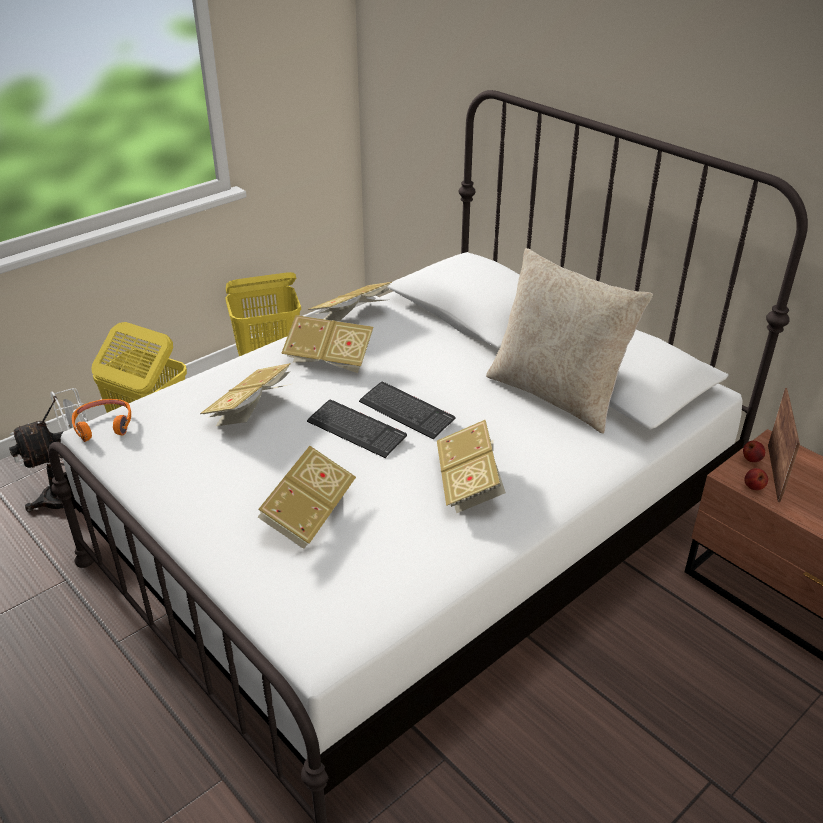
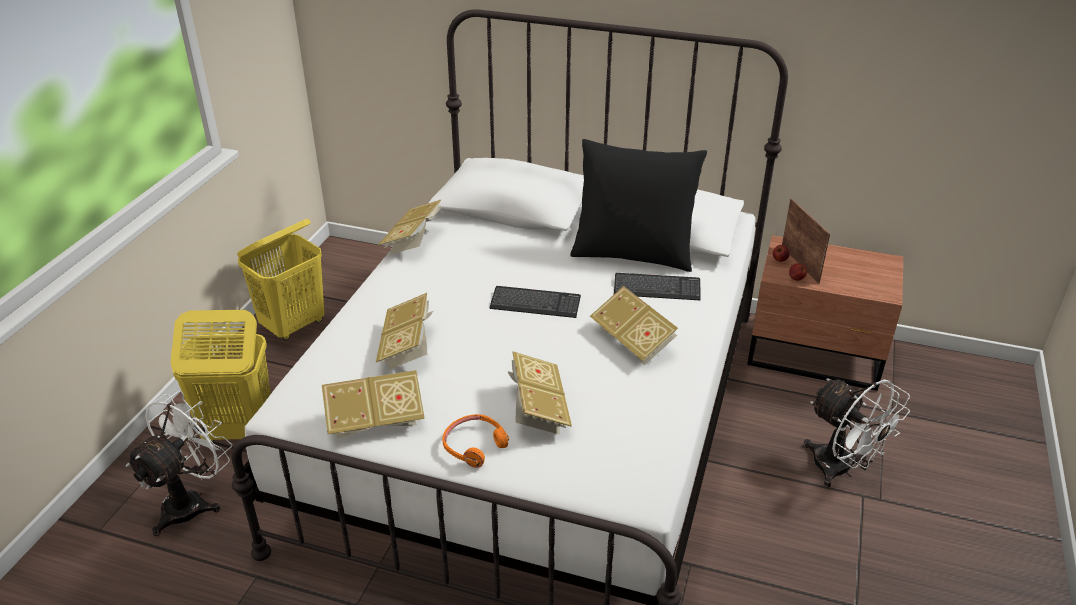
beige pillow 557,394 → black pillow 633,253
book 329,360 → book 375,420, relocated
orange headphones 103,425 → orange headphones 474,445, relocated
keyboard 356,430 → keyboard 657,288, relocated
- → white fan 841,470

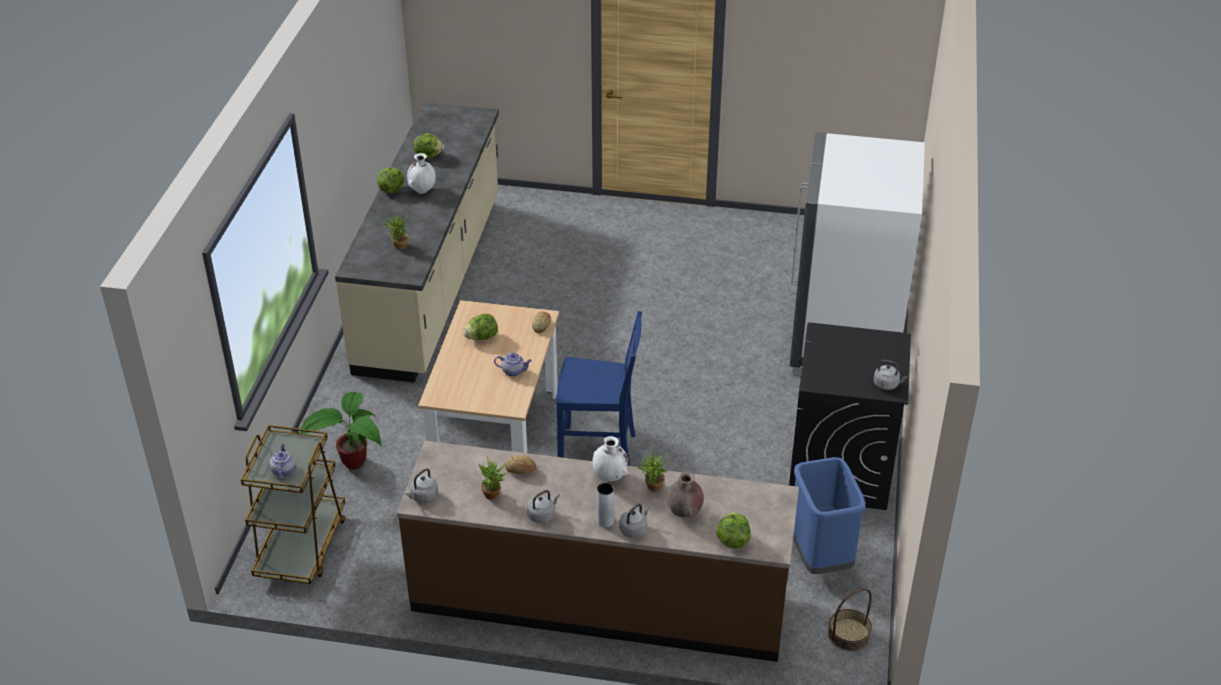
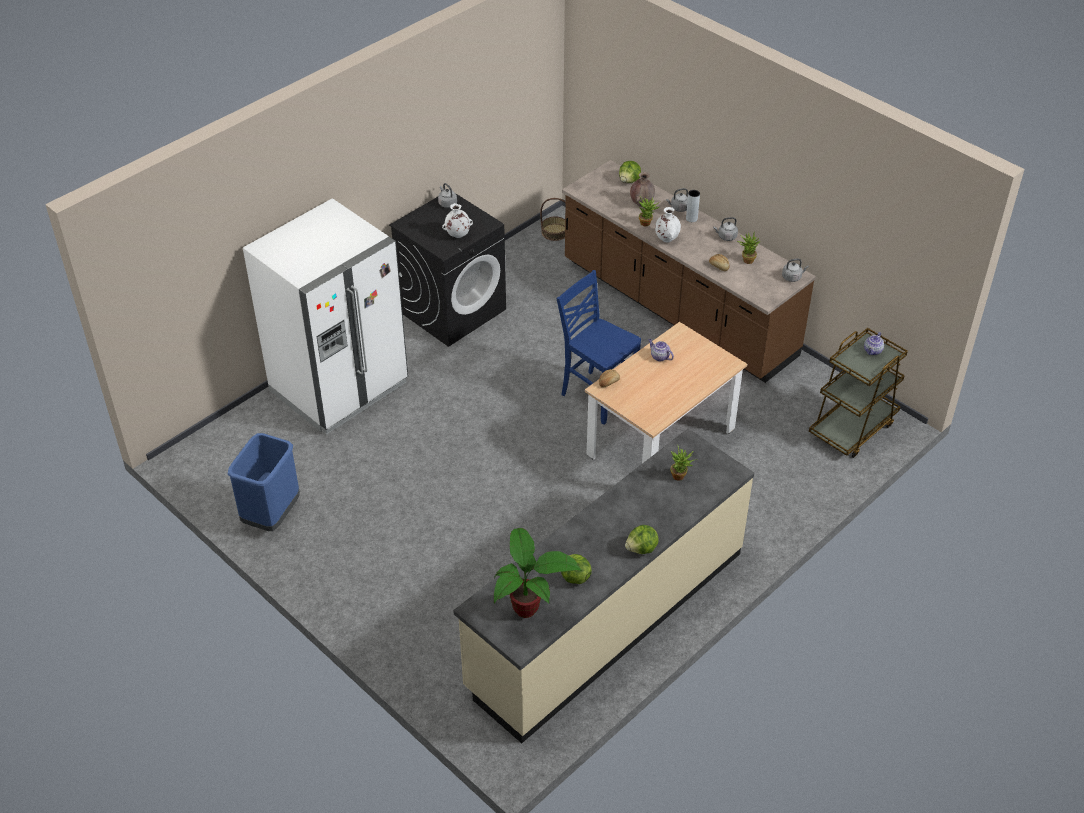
white vase 422,190 → white vase 458,235, relocated
lettuce 482,337 → -
potted plant 351,465 → potted plant 530,609, relocated
blue trash can 821,556 → blue trash can 271,514, relocated

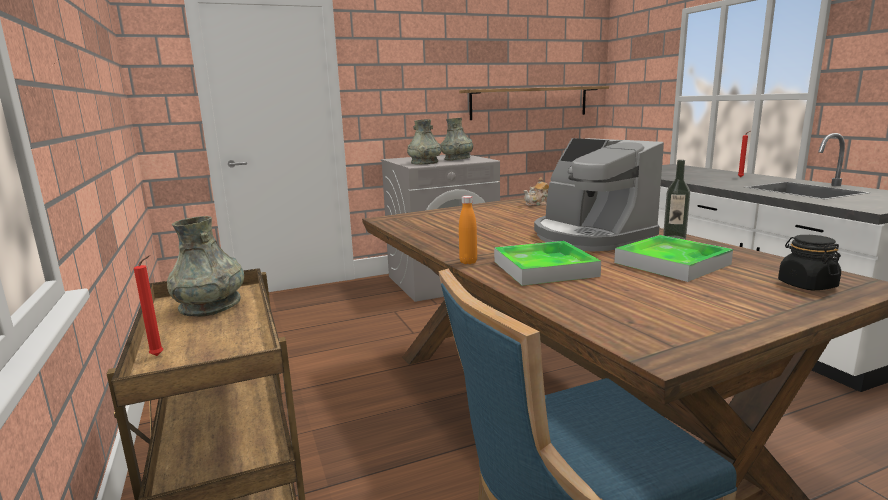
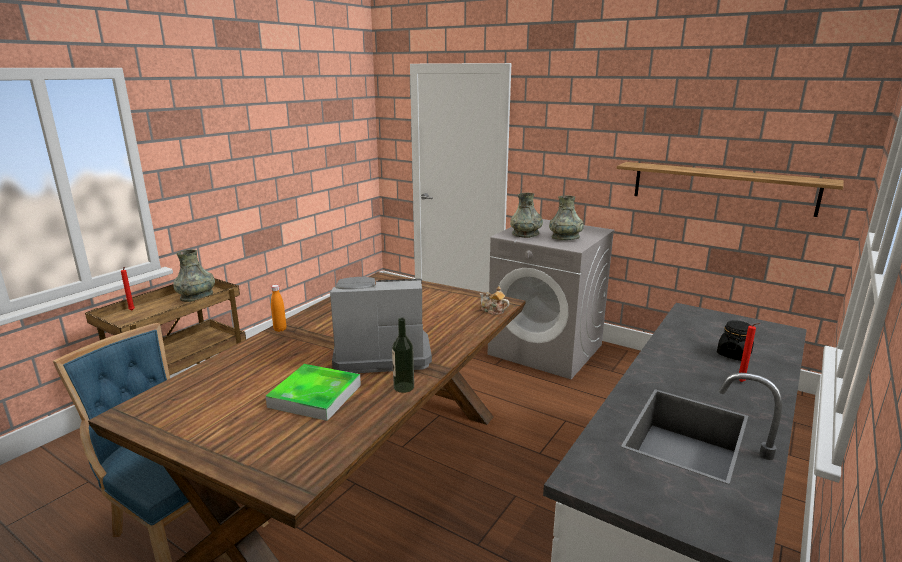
coffee machine 590,237 → coffee machine 381,353, 60 degrees clockwise
black jar 806,285 → black jar 733,354, relocated
tray 544,268 → -

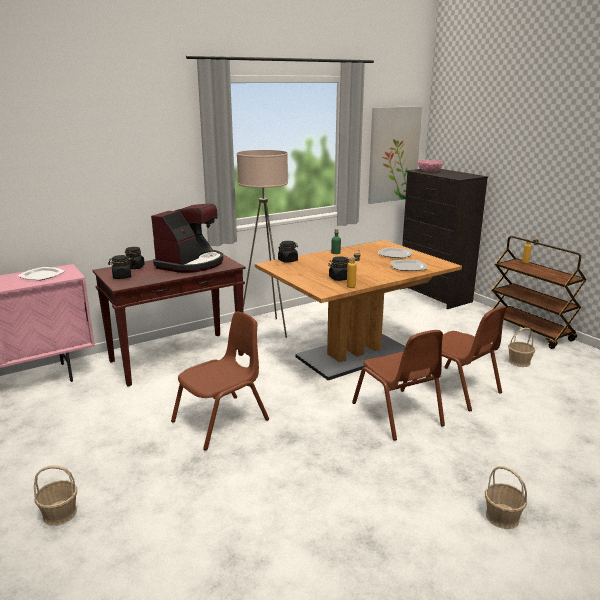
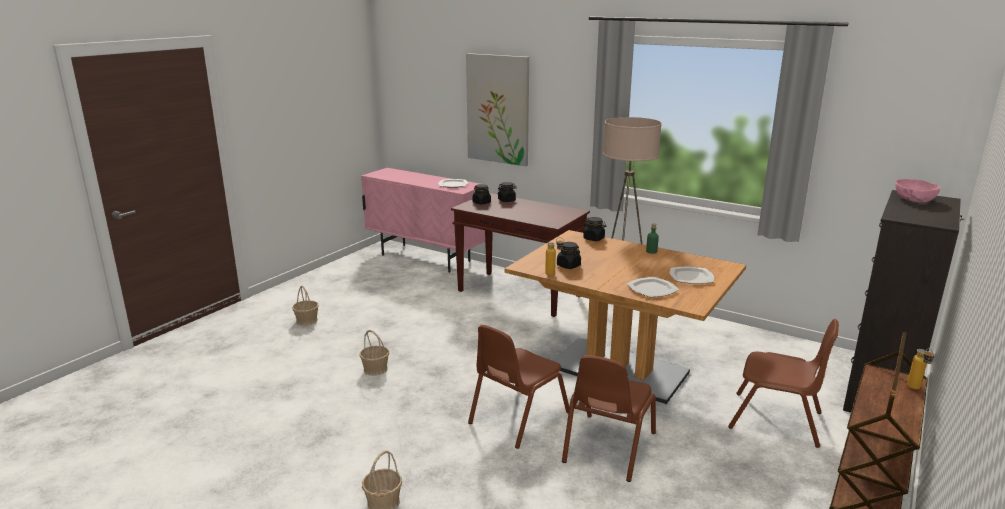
picture 393,154 → picture 498,109, relocated
coffee machine 191,263 → -
brown chair 221,421 → brown chair 776,420, relocated
basket 519,362 → basket 375,369, relocated

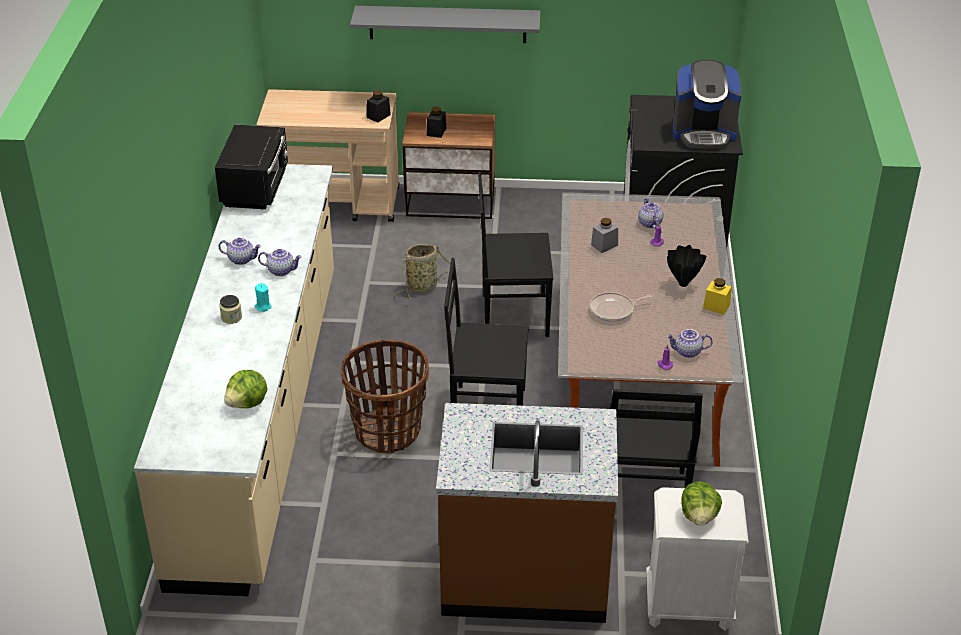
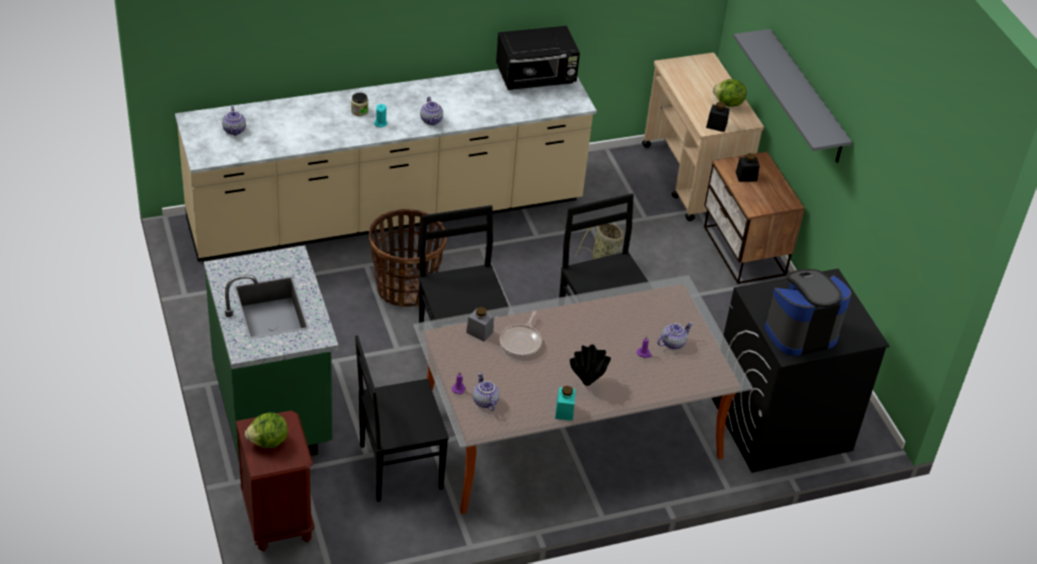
coffee machine 703,133 → coffee machine 800,332, 90 degrees clockwise
grey jar 604,245 → grey jar 479,332, relocated
teapot 242,259 → teapot 235,130, relocated
yellow jar 716,306 → turquoise jar 564,411
frying pan 614,310 → frying pan 521,342, 120 degrees counterclockwise
lettuce 248,403 → lettuce 728,103, relocated
brown counter 525,575 → green counter 275,409
white nightstand 687,606 → brown nightstand 277,519

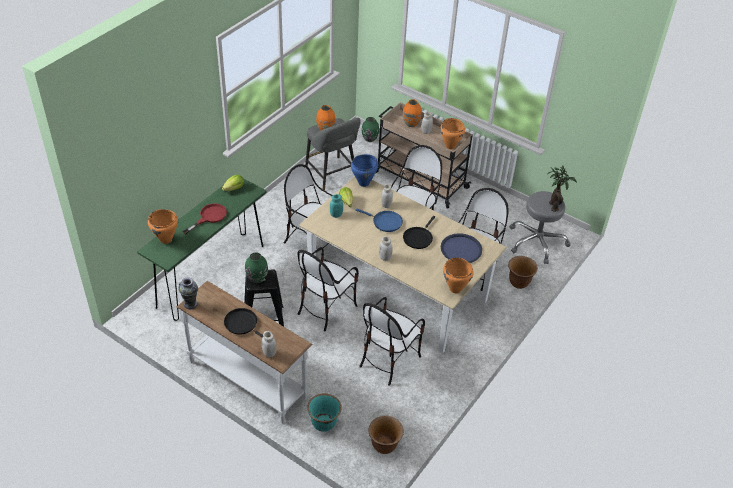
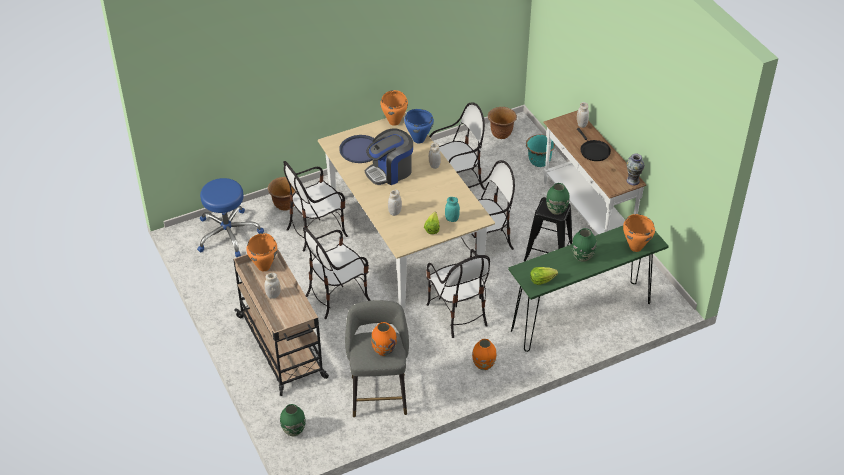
orange vase 411,124 → orange vase 484,365, relocated
blue cooking pot 364,183 → blue cooking pot 418,139, relocated
potted plant 554,205 → -
grey stool 536,241 → blue stool 228,234
red frying pan 209,217 → green vase 582,257
blue frying pan 385,222 → -
black frying pan 418,238 → coffee machine 390,171

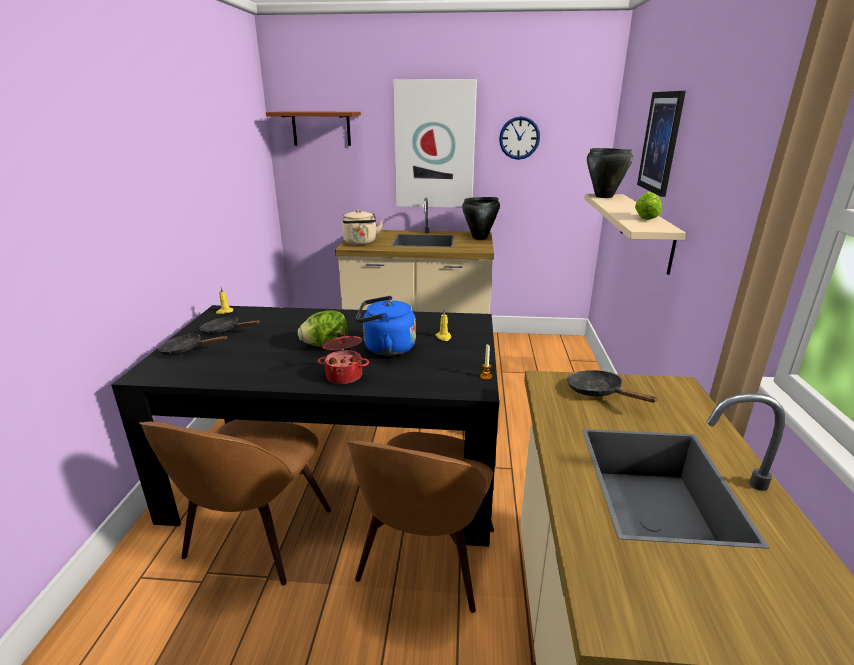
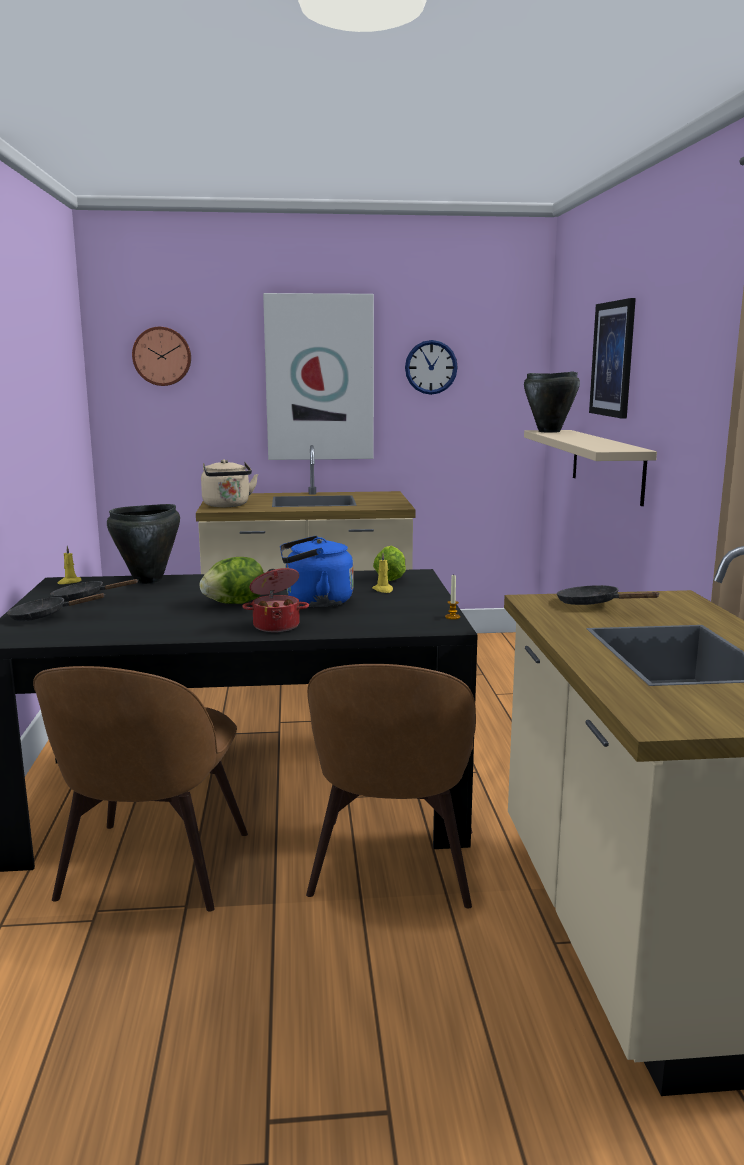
brown shelf 321,128 → wall clock 162,356
lettuce 645,217 → lettuce 390,577, relocated
black cooking pot 480,238 → black cooking pot 148,580, relocated

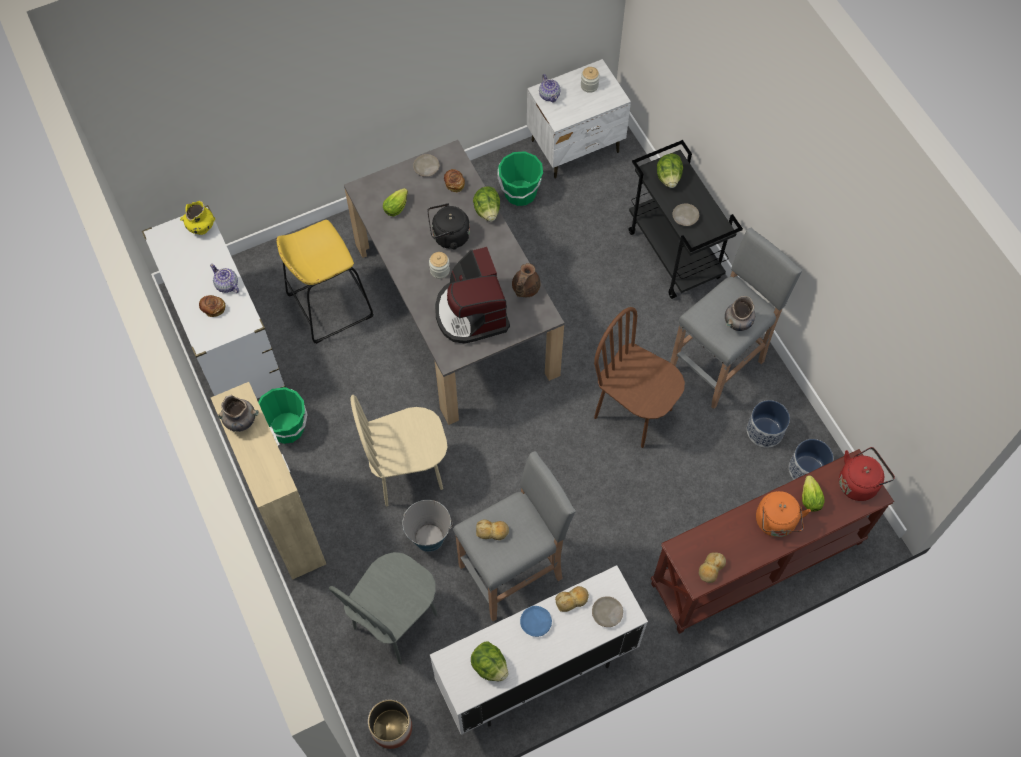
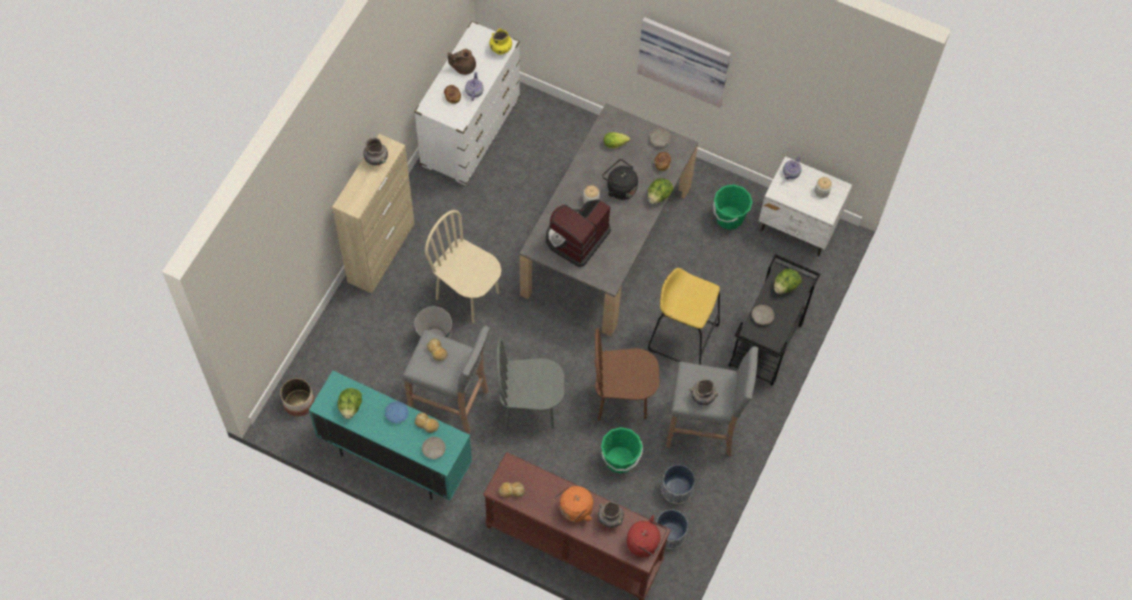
yellow stool 329,305 → yellow stool 683,337, relocated
brown teapot 525,288 → brown teapot 463,67, relocated
brown chair 633,413 → brown chair 621,399, 90 degrees counterclockwise
green bucket 287,428 → green bucket 619,460, relocated
lettuce 809,497 → grey vase 609,519
grey chair 396,621 → grey chair 529,408, relocated
white cabinet 536,672 → turquoise cabinet 395,460
- → picture 685,59

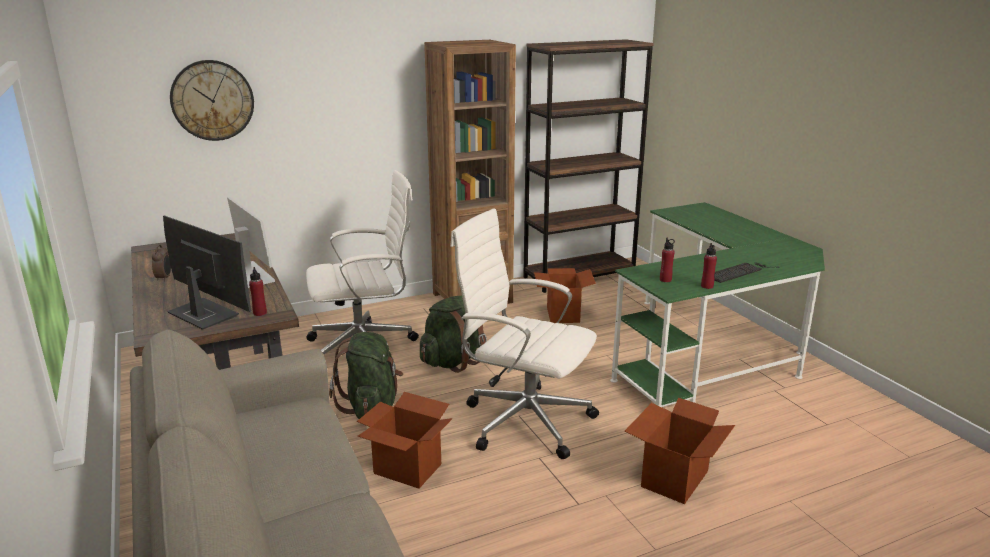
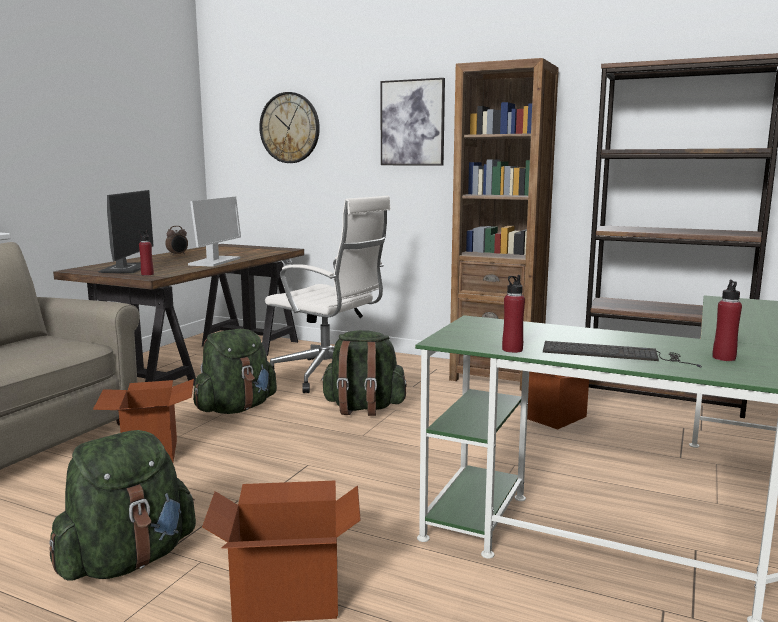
white office chair 524,420 → -
red bottle 665,280 → red bottle 723,358, relocated
- → picture 412,123
- → green backpack 128,560

